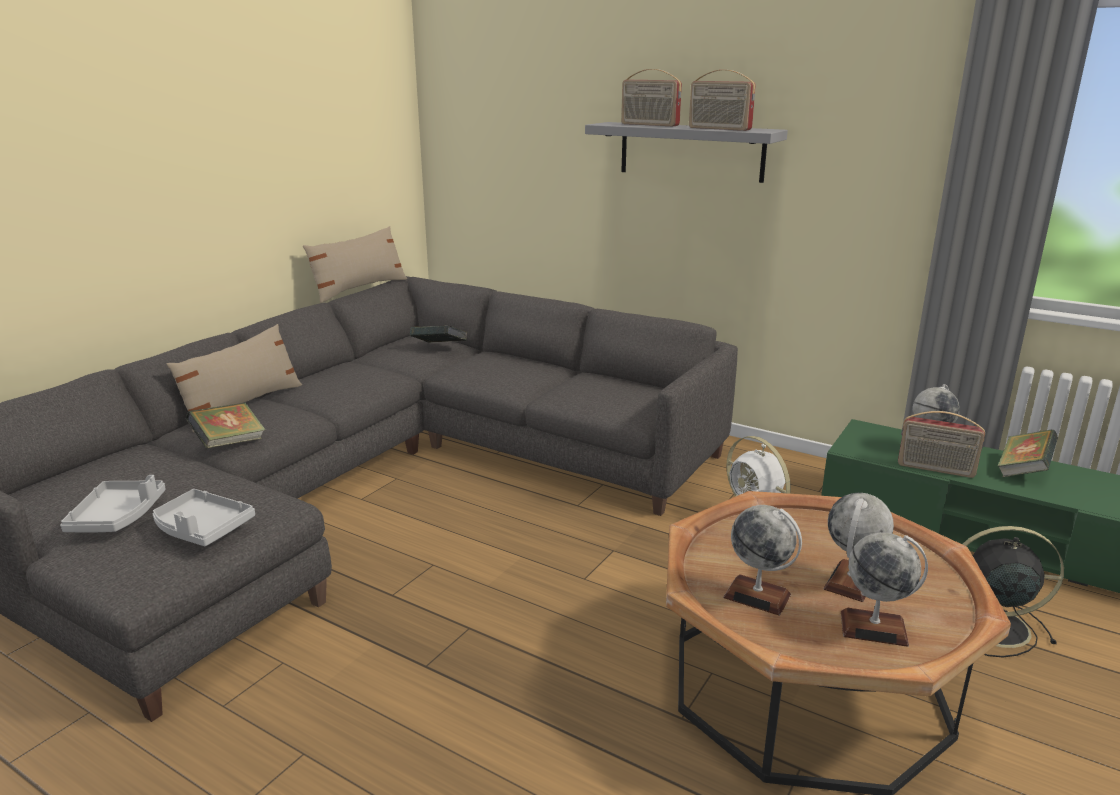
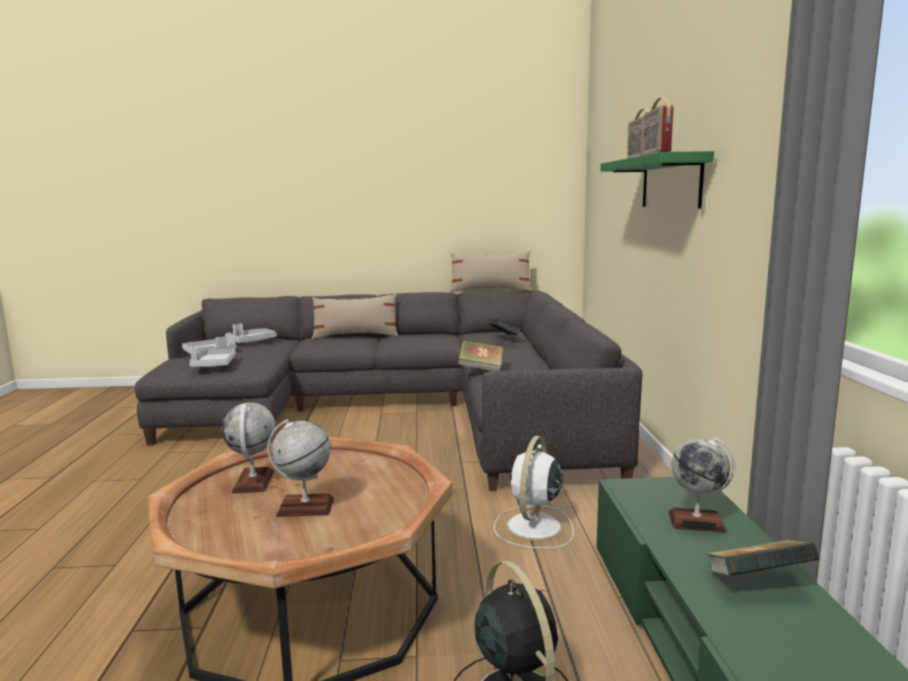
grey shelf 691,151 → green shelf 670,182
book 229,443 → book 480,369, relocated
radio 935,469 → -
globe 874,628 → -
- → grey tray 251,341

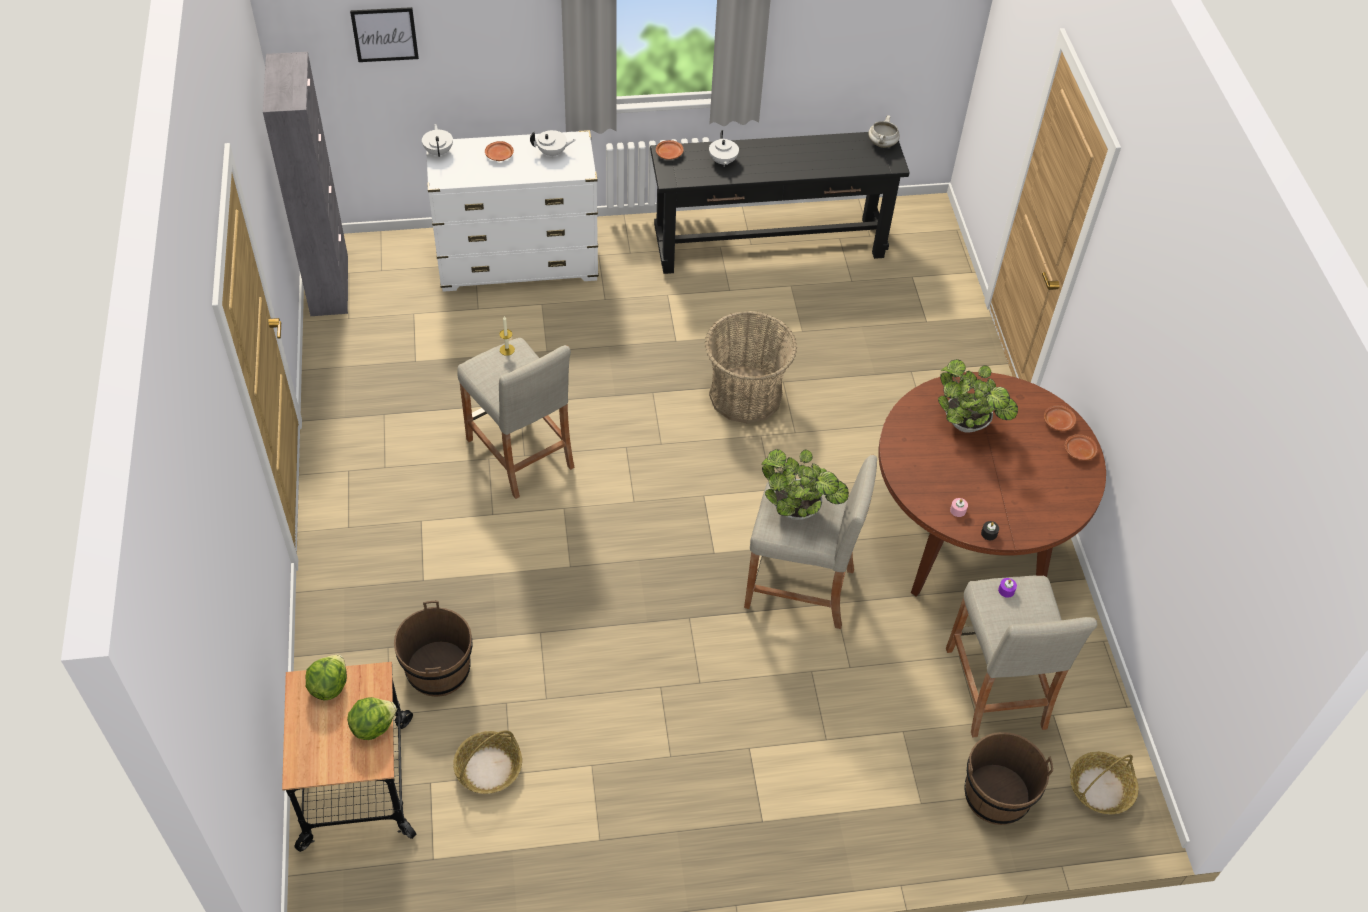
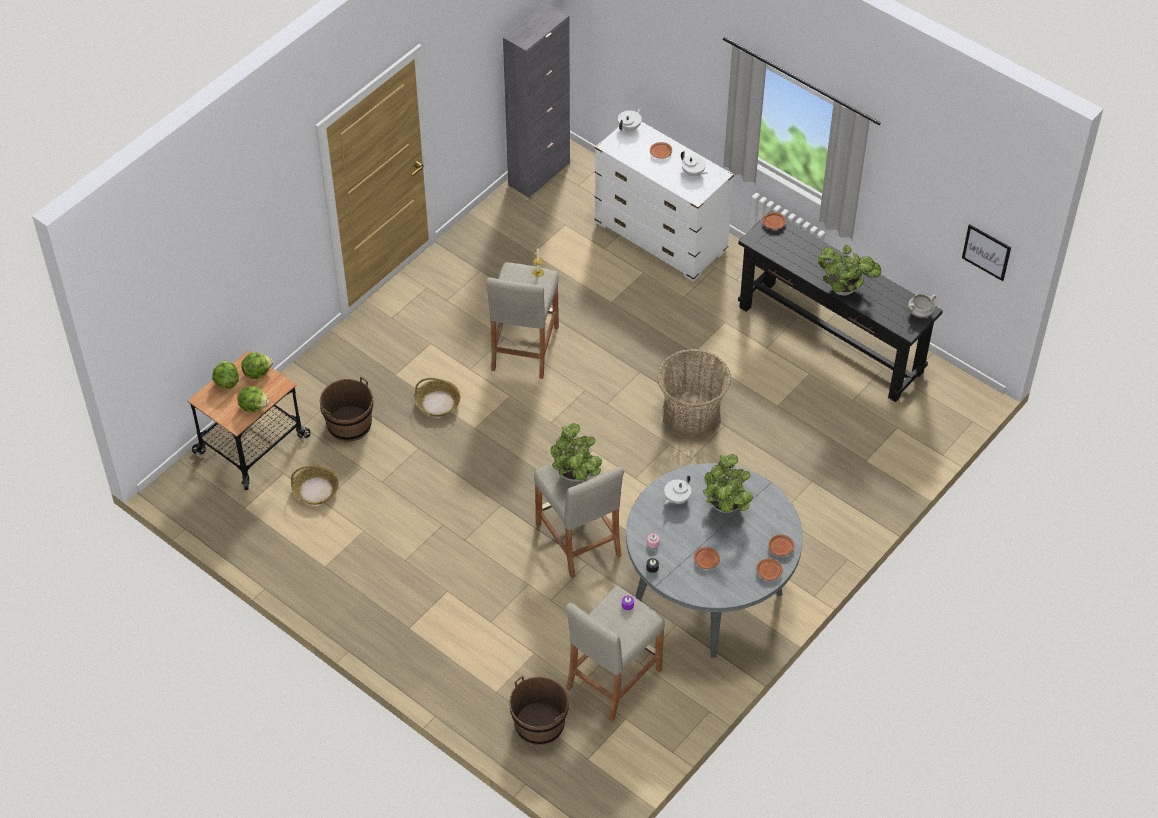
picture 385,34 → picture 986,252, relocated
white teapot 722,161 → white teapot 676,498, relocated
brown dining table 966,538 → grey dining table 709,594
basket 1100,789 → basket 437,403, relocated
- → potted plant 845,289
- → lettuce 226,382
- → brown plate 706,561

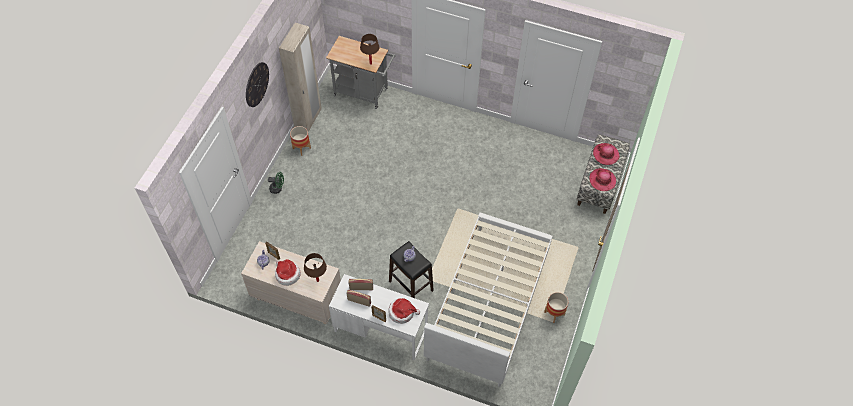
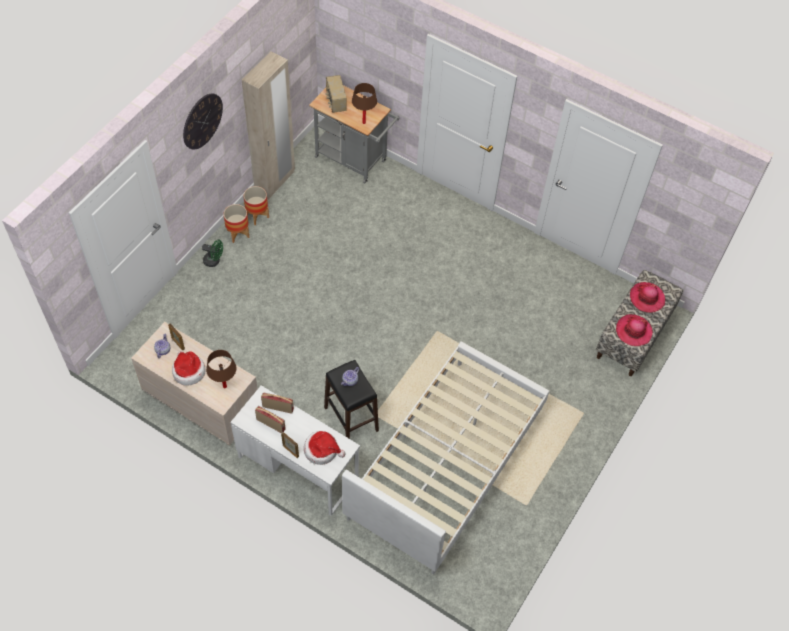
planter 554,313 → planter 238,233, relocated
- → radio 335,102

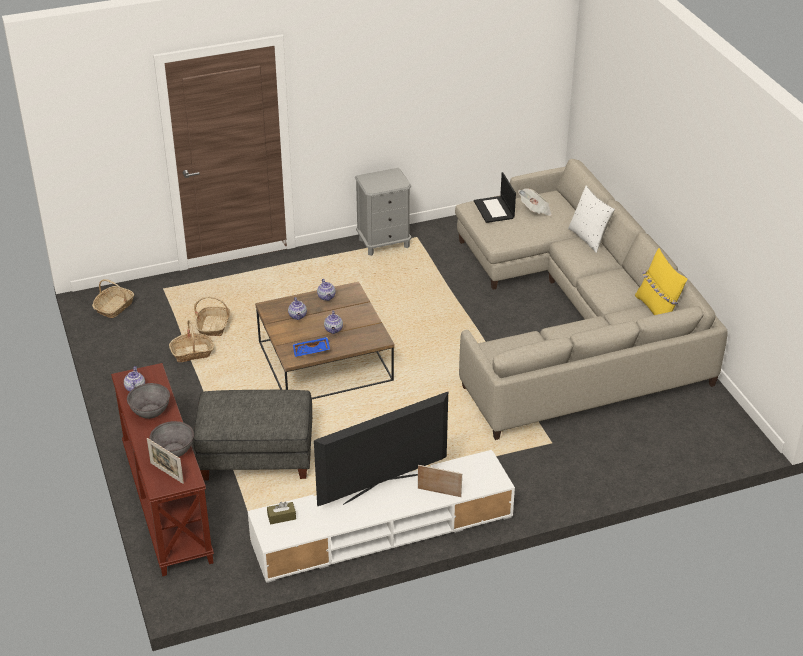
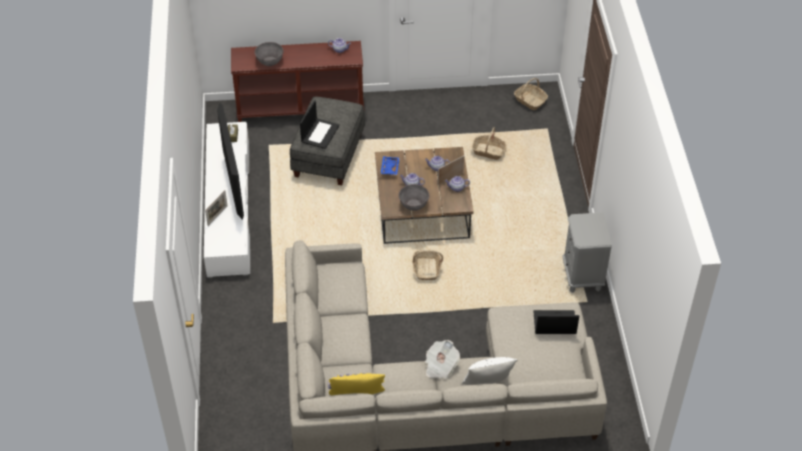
newspaper 535,210 → newspaper 440,366, relocated
basket 192,353 → basket 426,269, relocated
grey bowl 150,411 → grey bowl 413,204, relocated
picture frame 167,473 → picture frame 450,178, relocated
- → laptop 320,133

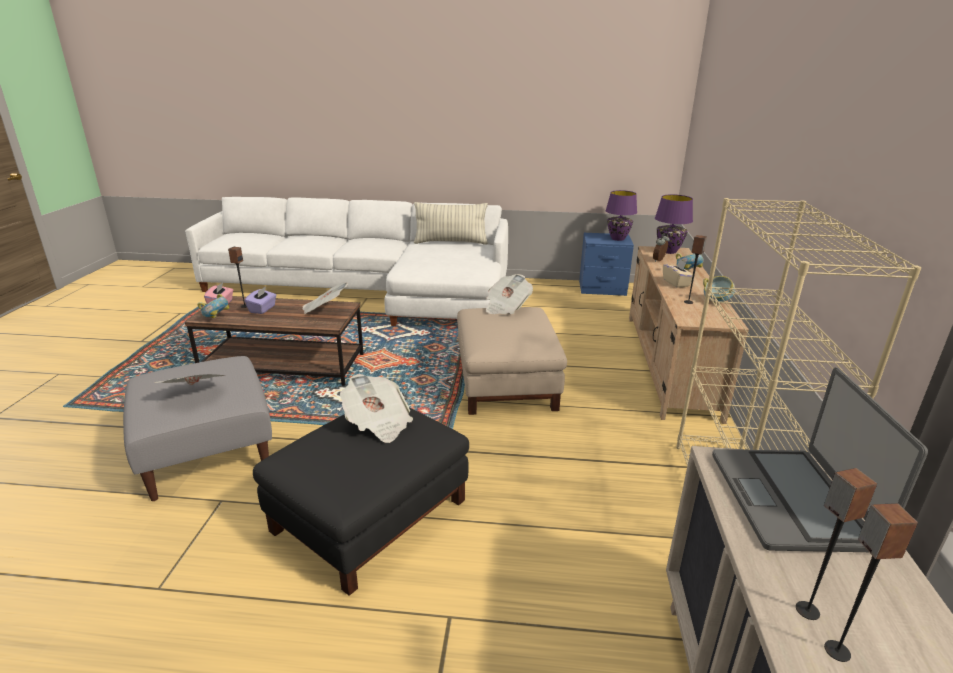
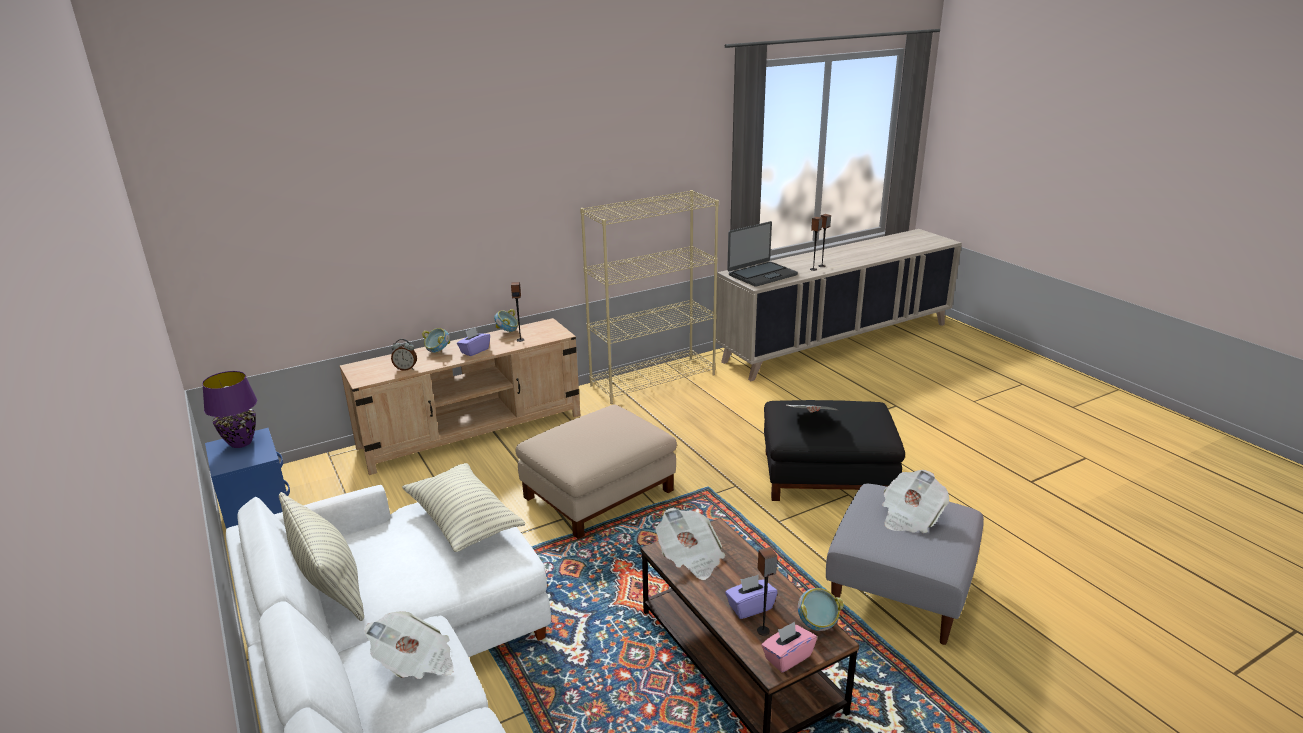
purple table lamp 668,251 → -
beige tissue box 676,283 → purple tissue box 474,351
newspaper 506,307 → newspaper 415,663, relocated
- → pillow 463,520

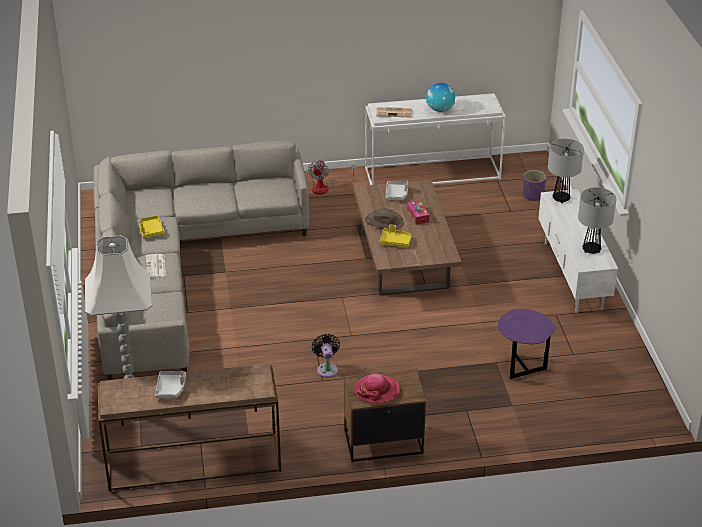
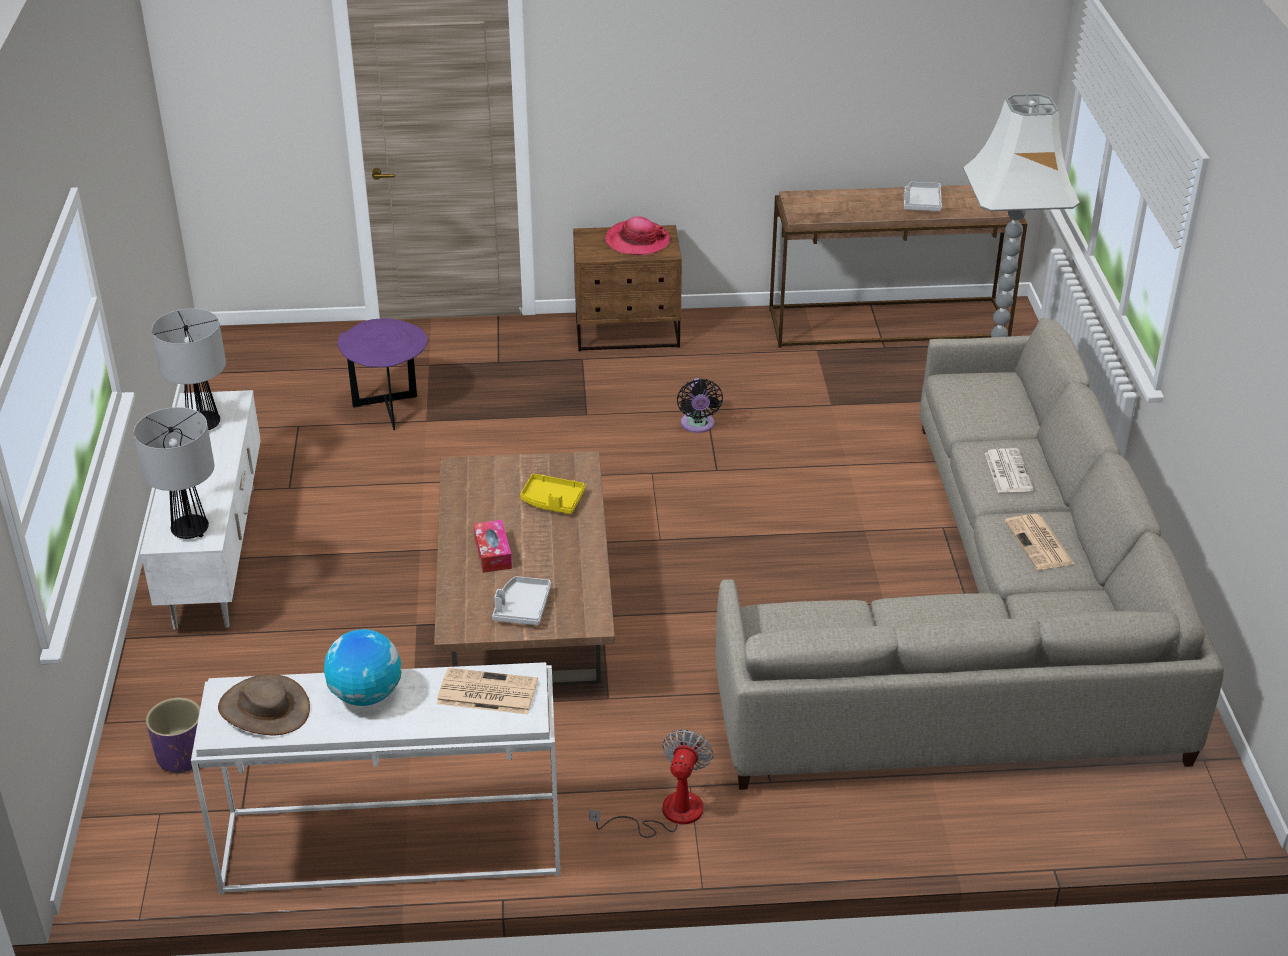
brown hat 384,221 → brown hat 264,709, relocated
yellow tray 151,230 → newspaper 1040,543

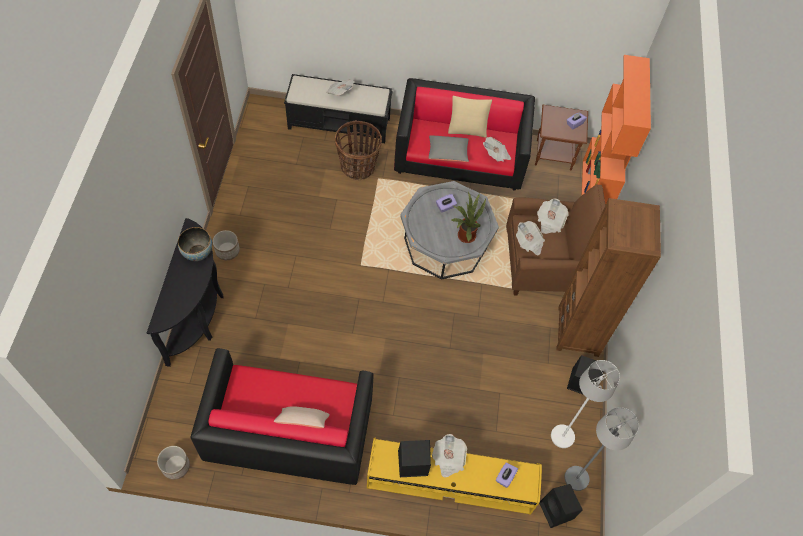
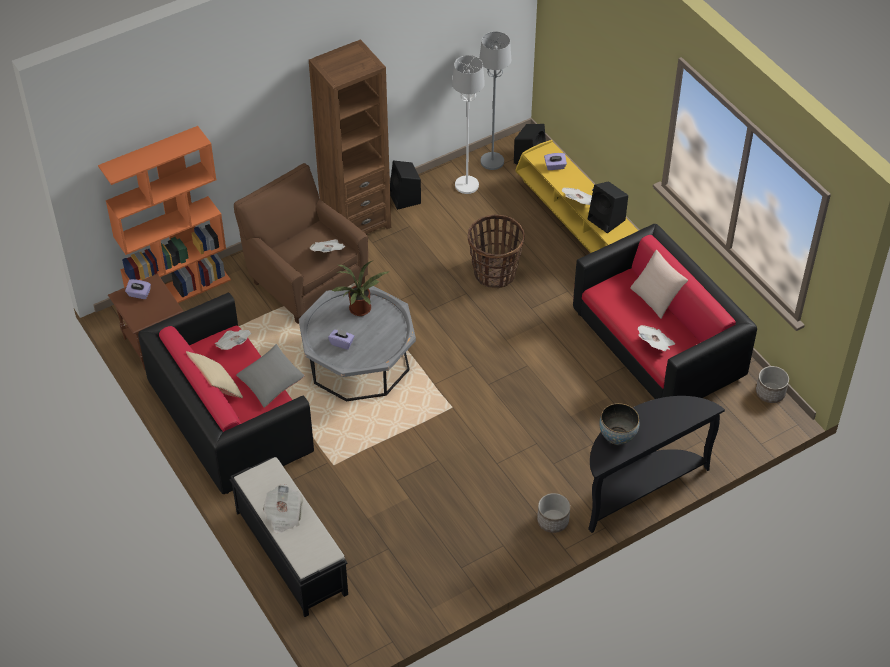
basket 358,167 → basket 494,273, relocated
newspaper 549,222 → newspaper 655,345, relocated

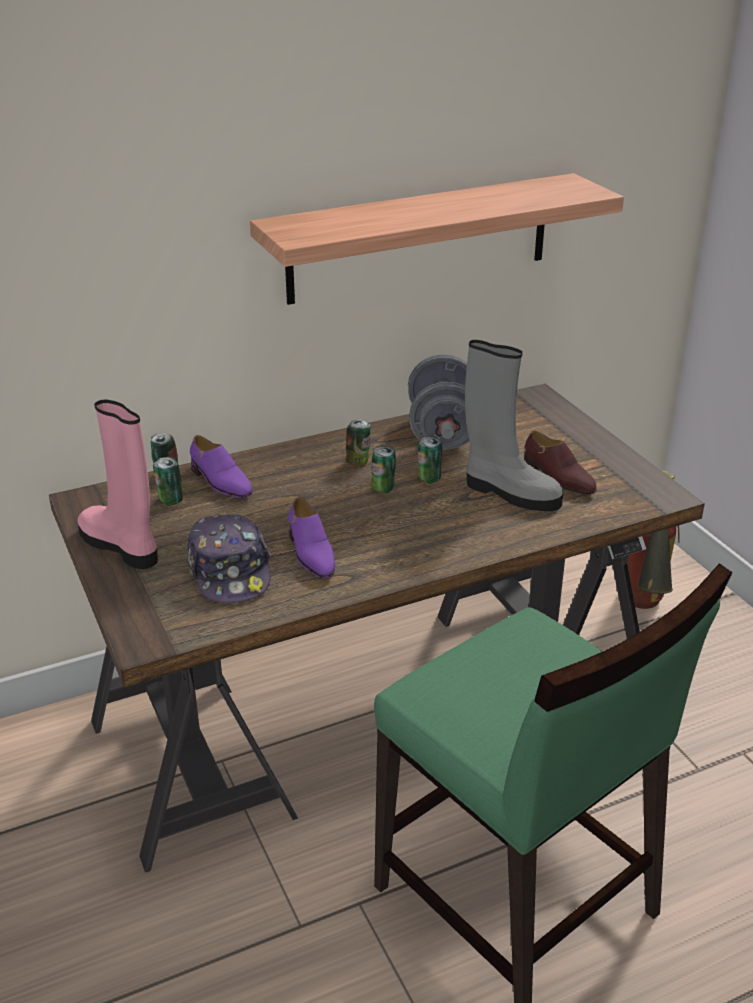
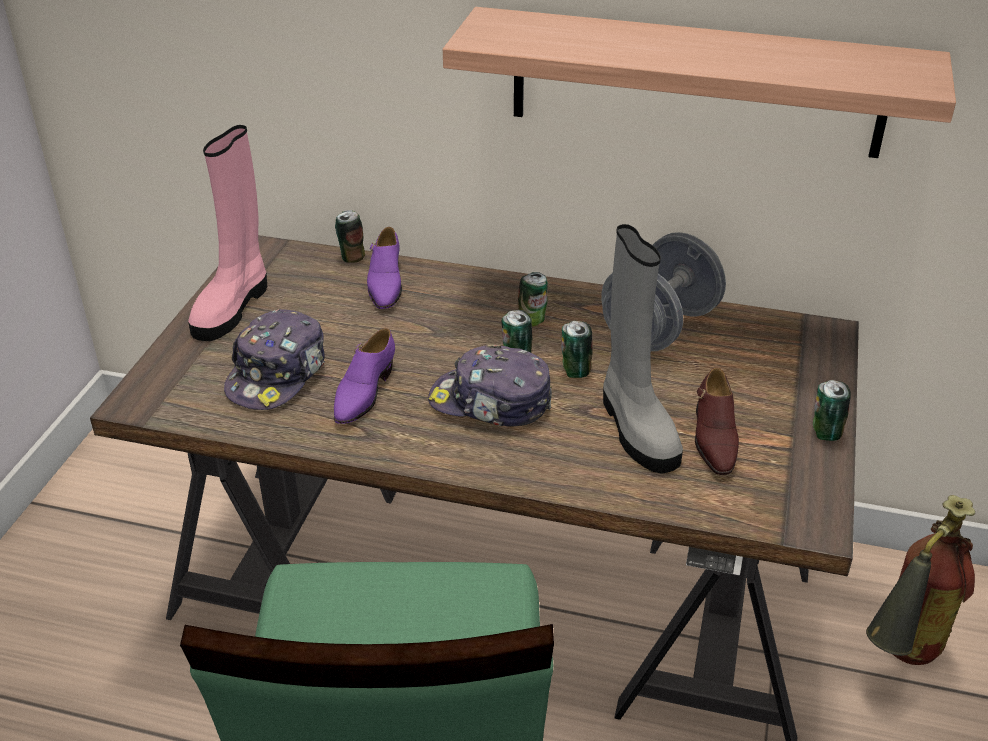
pink boot 122,546 → pink boot 232,307, 150 degrees counterclockwise
can 170,500 → can 825,433, relocated
- → cap 491,402

